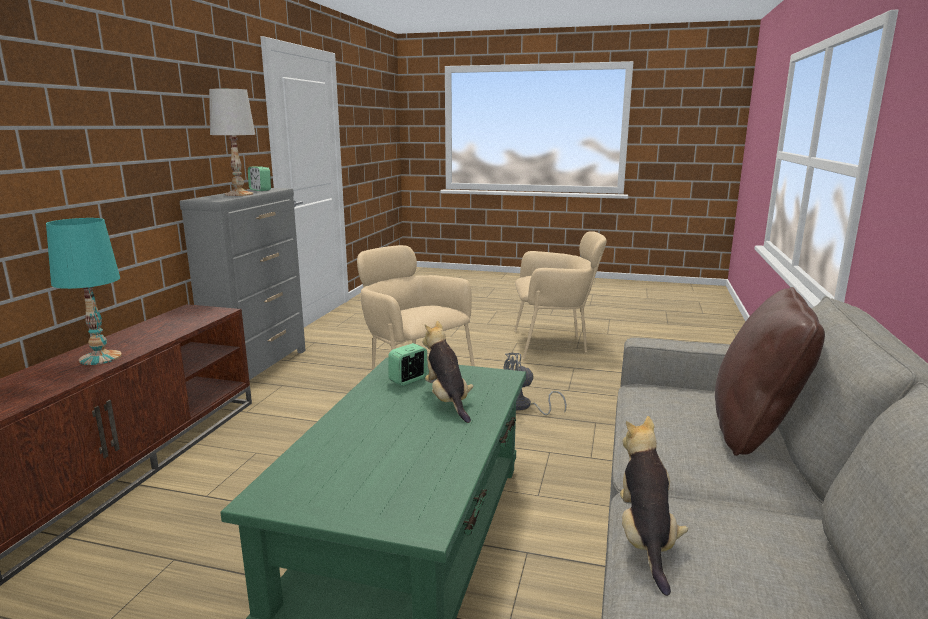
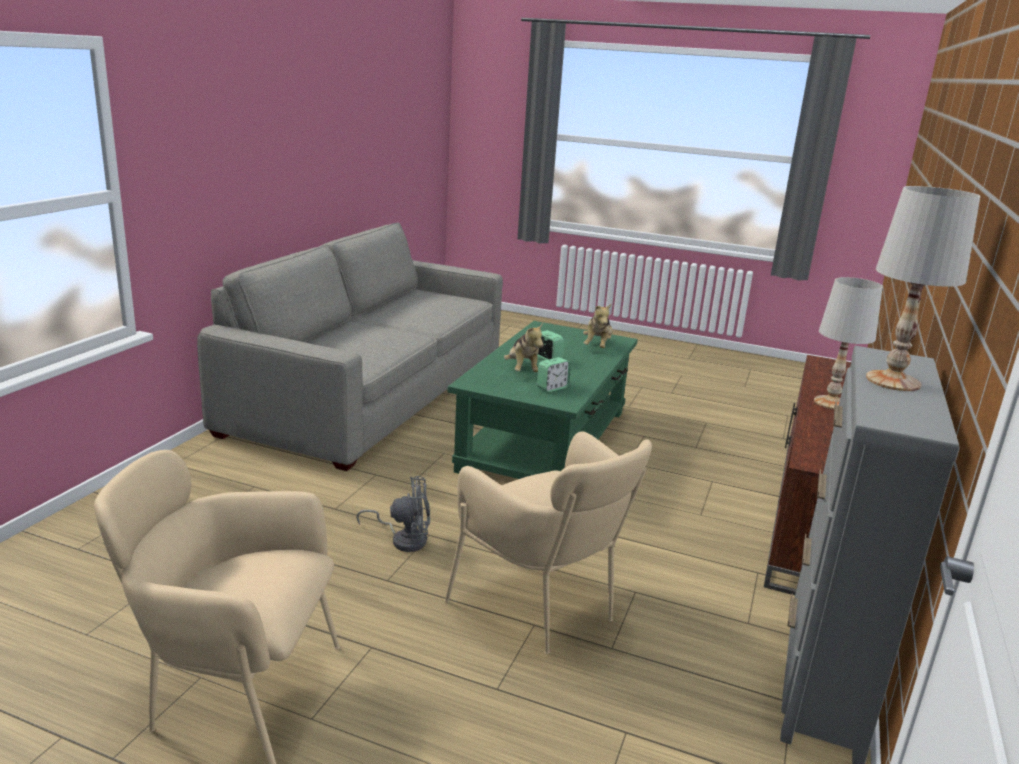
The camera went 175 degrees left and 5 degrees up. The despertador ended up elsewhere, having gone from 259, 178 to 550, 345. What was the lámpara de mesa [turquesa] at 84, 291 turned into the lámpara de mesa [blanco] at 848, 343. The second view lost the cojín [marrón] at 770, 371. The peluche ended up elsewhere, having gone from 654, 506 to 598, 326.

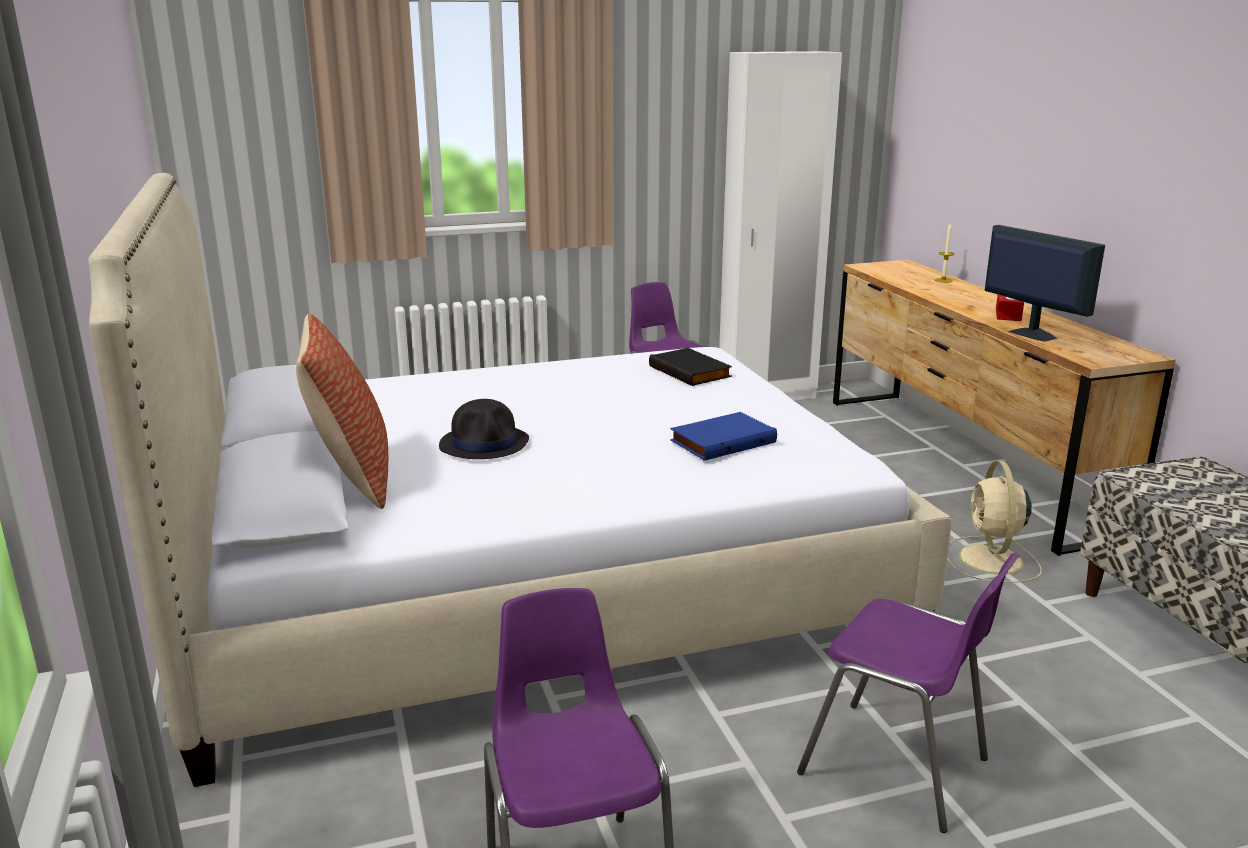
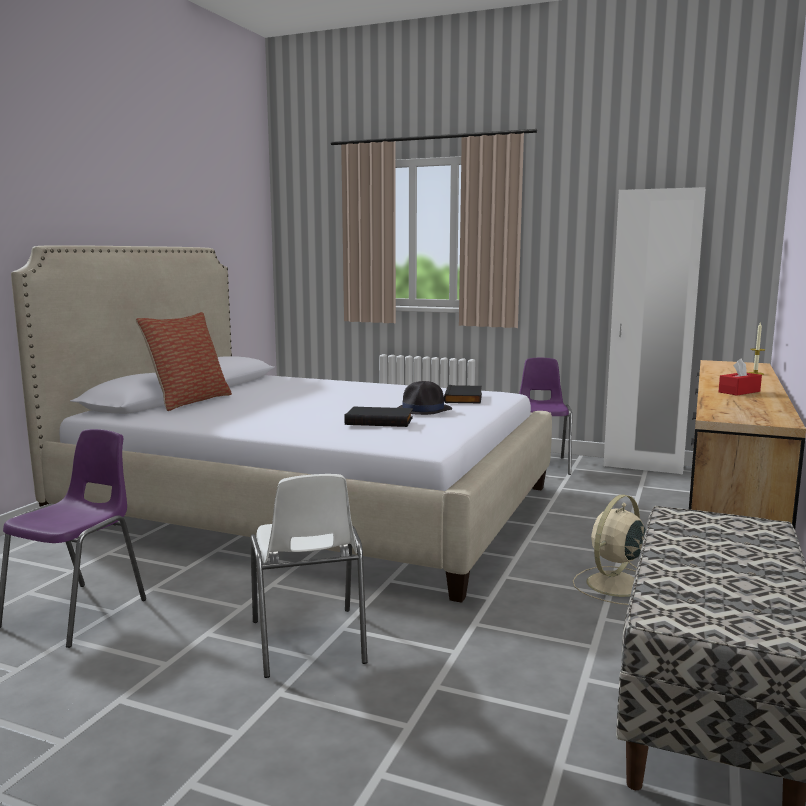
The camera went 40 degrees right and 10 degrees down. The second view lost the monitor at 1045, 283. The sombrero [negro] ended up elsewhere, having gone from 484, 429 to 424, 398. What was the libro [azul] at 723, 436 turned into the libro [negro] at 378, 416. What was the silla [morado] at 908, 693 turned into the silla [blanco] at 308, 576.

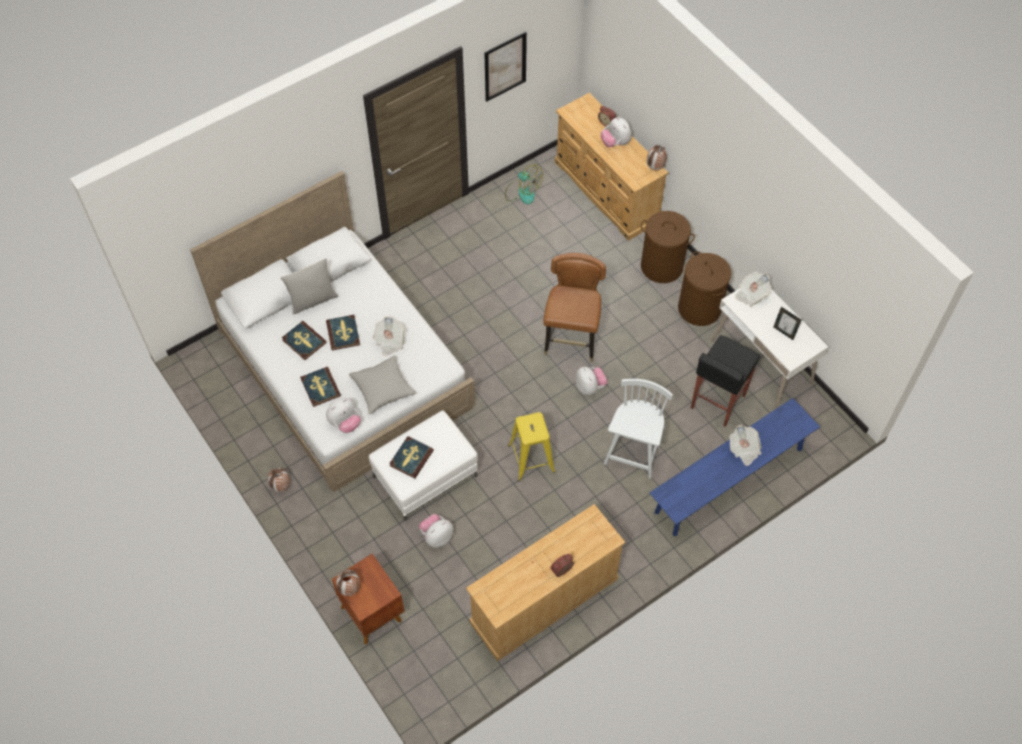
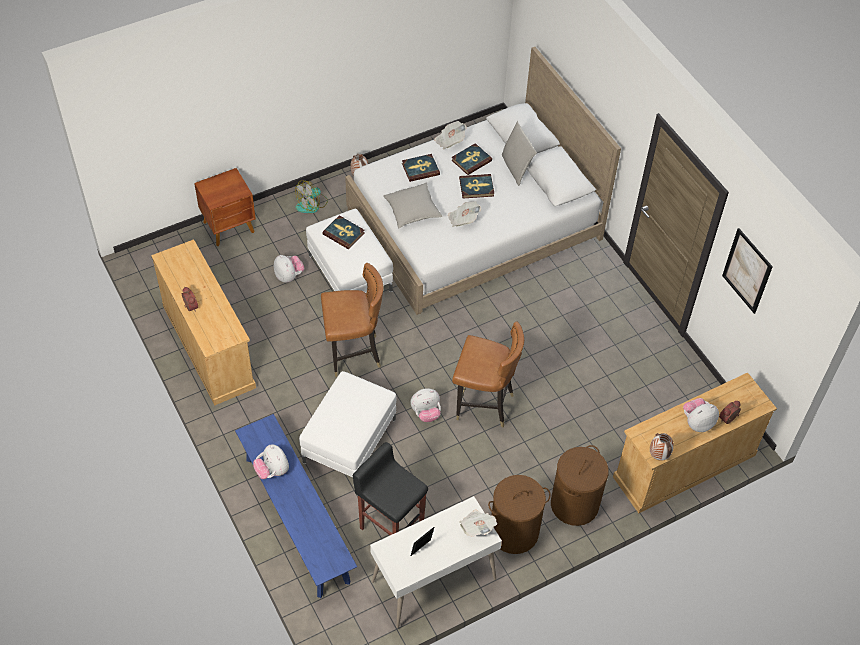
The camera went 95 degrees right and 5 degrees down. The ventilador ended up elsewhere, having gone from 524, 184 to 311, 196. Where the silla [blanco] stood at 638, 428, the puf [blanco] came to stand at 347, 428. The peluche ended up elsewhere, having gone from 343, 415 to 271, 461. Where the taburete [amarillo] stood at 531, 446, the silla [marrón] came to stand at 352, 320. The periódico ended up elsewhere, having gone from 745, 445 to 450, 135. The second view lost the florero at 348, 582.

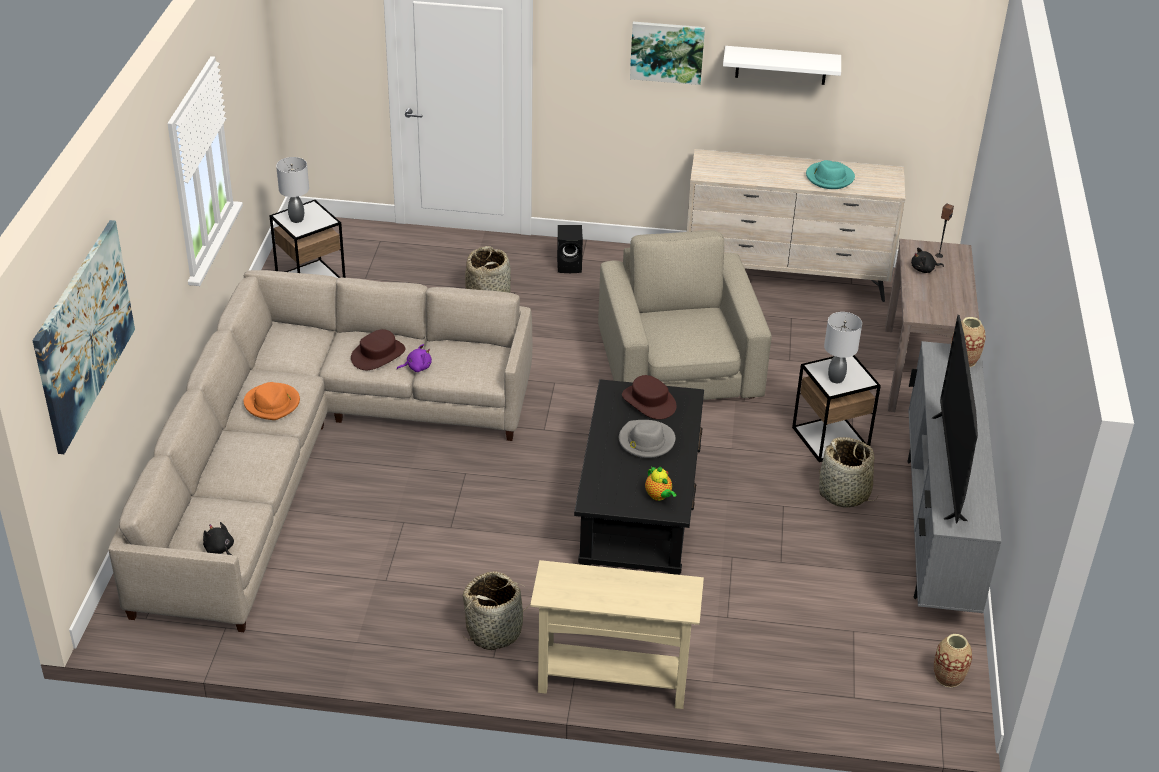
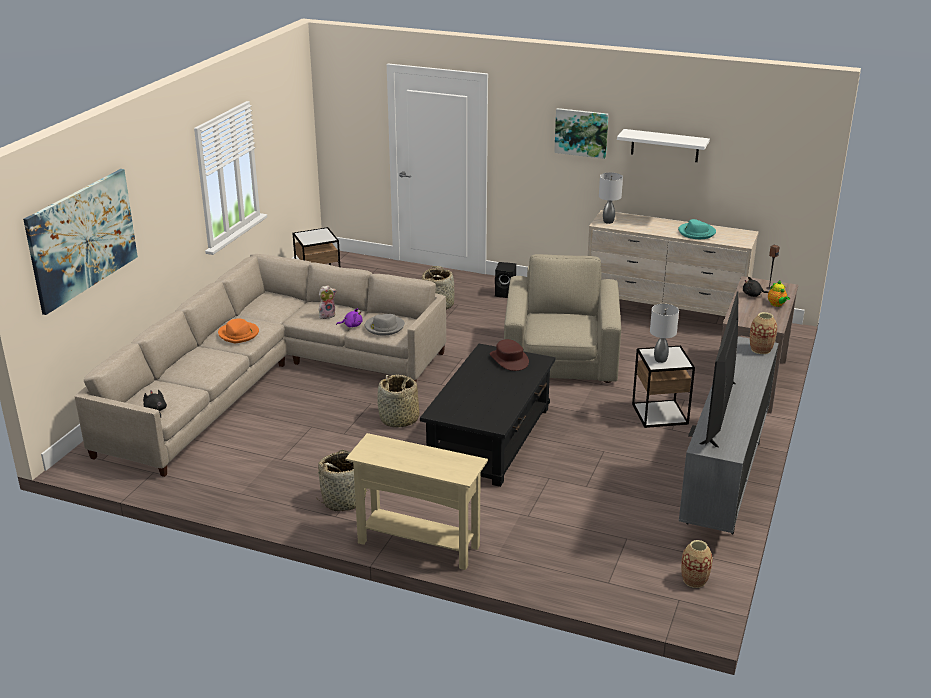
The camera went 15 degrees right and 10 degrees down. The lámpara de mesa [gris] ended up elsewhere, having gone from 292, 190 to 611, 198. Where the sombrero [marrón] stood at 378, 349, the peluche came to stand at 328, 302. The sombrero [gris] ended up elsewhere, having gone from 647, 439 to 385, 324. The cesta ended up elsewhere, having gone from 848, 472 to 398, 401. The tetera ended up elsewhere, having gone from 661, 484 to 779, 293.

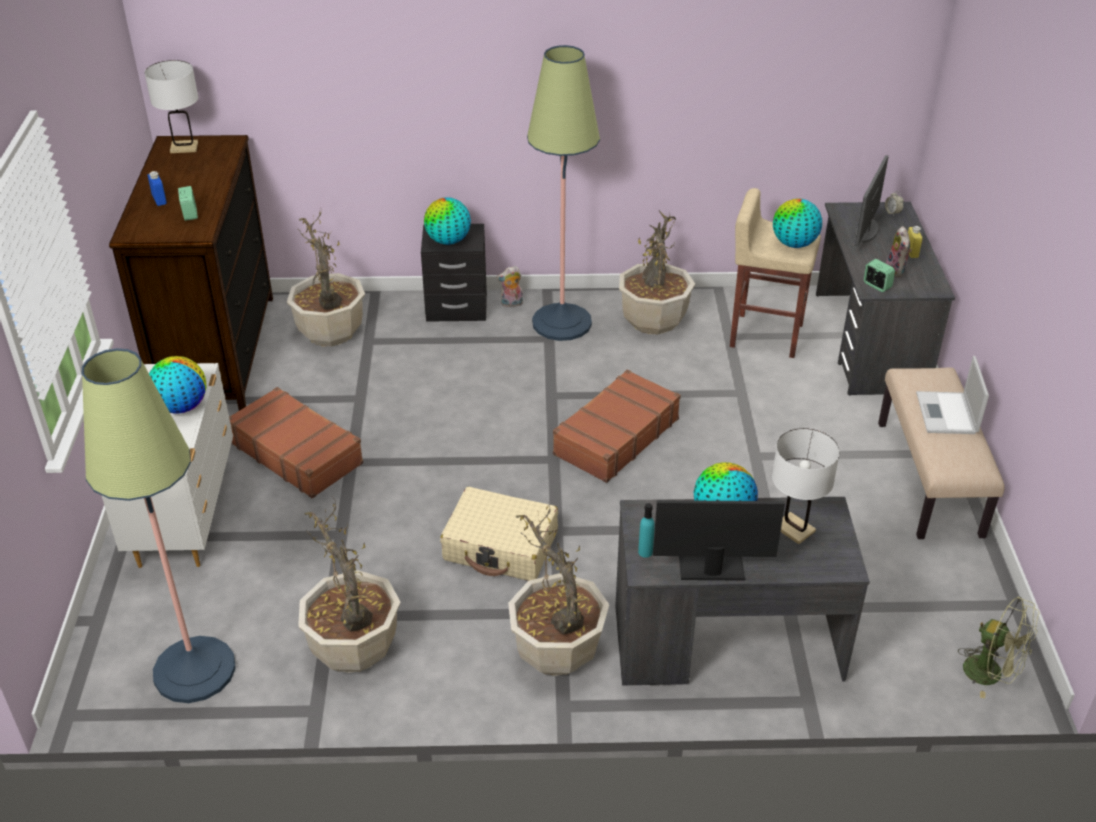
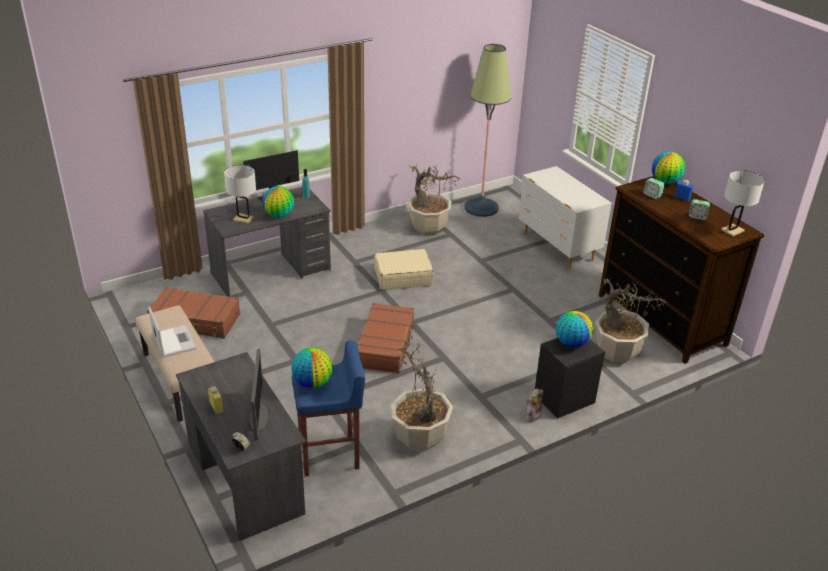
The camera went 150 degrees right and 5 degrees down. The second view lost the lámpara de pie at 563, 193. What was the taburete [beis] at 775, 273 turned into the taburete [azul] at 328, 408. The second view lost the peluche at 899, 251. The despertador ended up elsewhere, having gone from 879, 275 to 699, 209. The globo terráqueo ended up elsewhere, having gone from 178, 385 to 668, 167. The maleta [marrón] ended up elsewhere, having gone from 296, 442 to 193, 313. The second view lost the planta en maceta at 559, 588. The second view lost the ventilador [verde] at 999, 647.

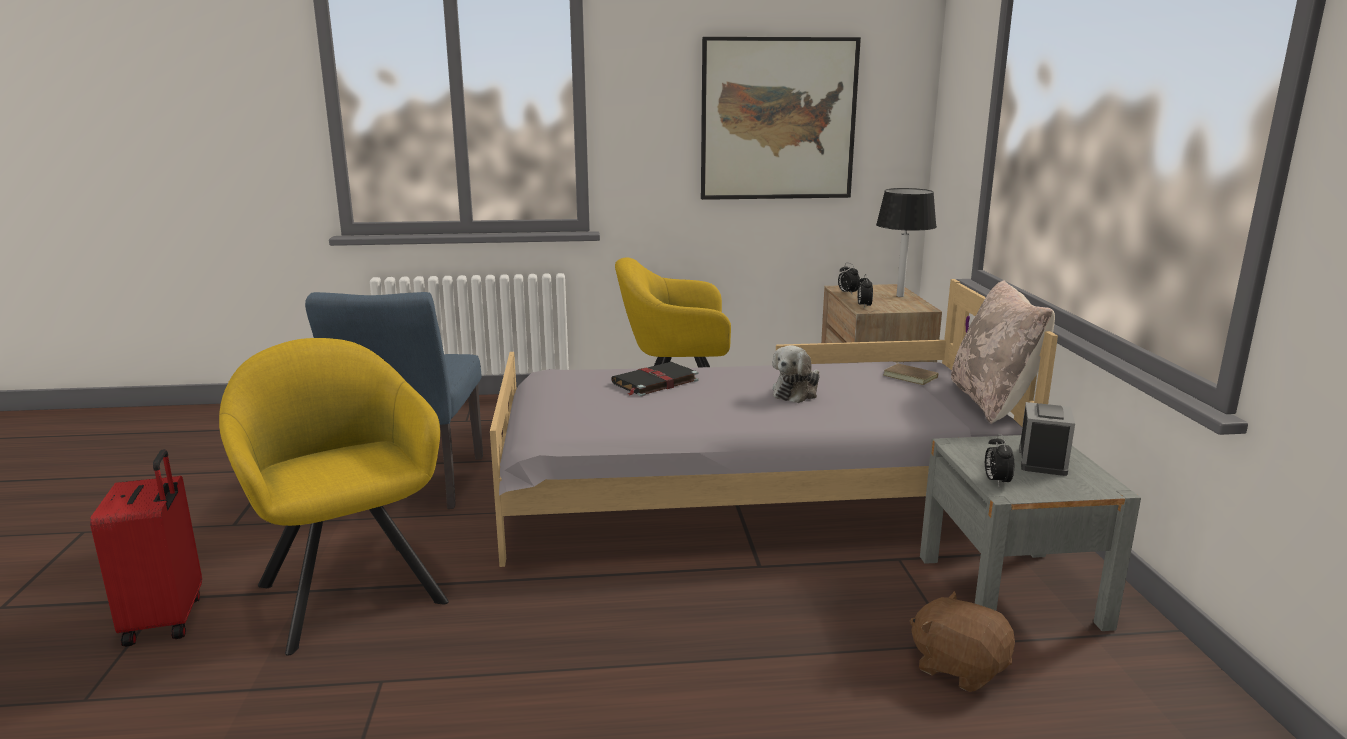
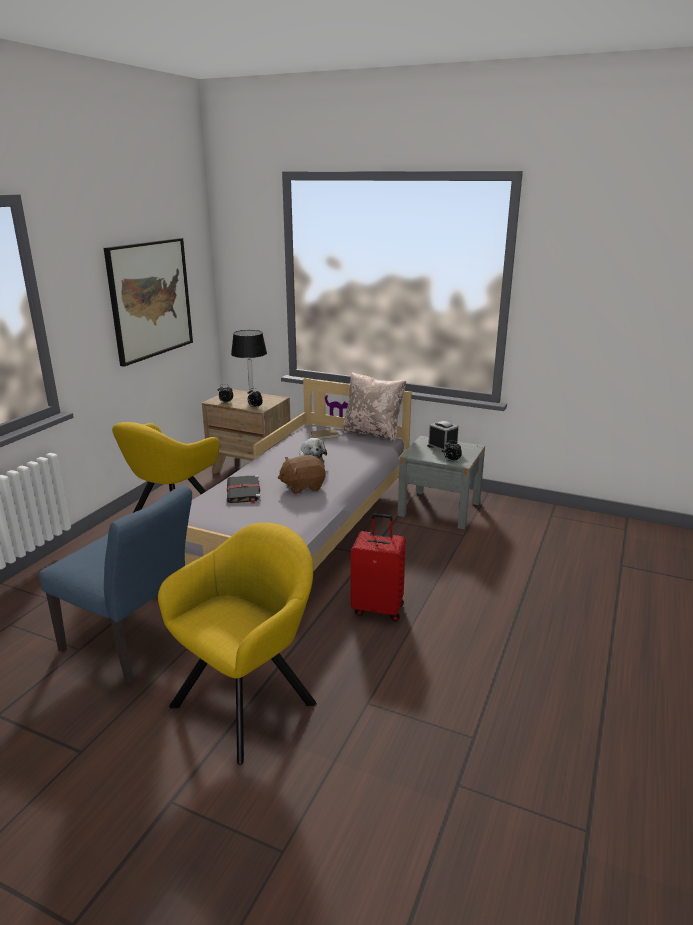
The camera went 60 degrees left and 5 degrees up. The sillón [amarillo] at 334, 497 ended up facing another way, 135 degrees clockwise from before. The maleta [rojo] ended up elsewhere, having gone from 146, 548 to 378, 567. The peluche [marrón] ended up elsewhere, having gone from 962, 641 to 302, 474.

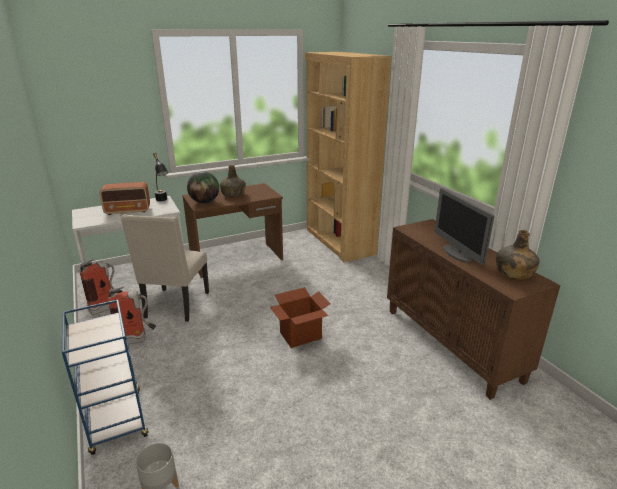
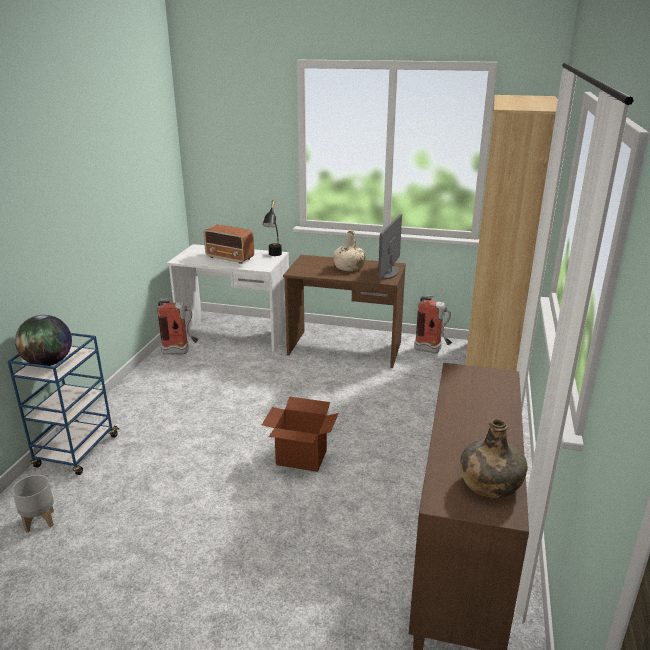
The camera went 40 degrees right and 0 degrees up. What was the botella [verde] at 233, 181 turned into the botella [beis] at 349, 251. The globo terráqueo ended up elsewhere, having gone from 203, 187 to 43, 340. The monitor ended up elsewhere, having gone from 464, 226 to 390, 246. The second view lost the silla [beis] at 165, 268. The extintor ended up elsewhere, having gone from 132, 315 to 433, 324.

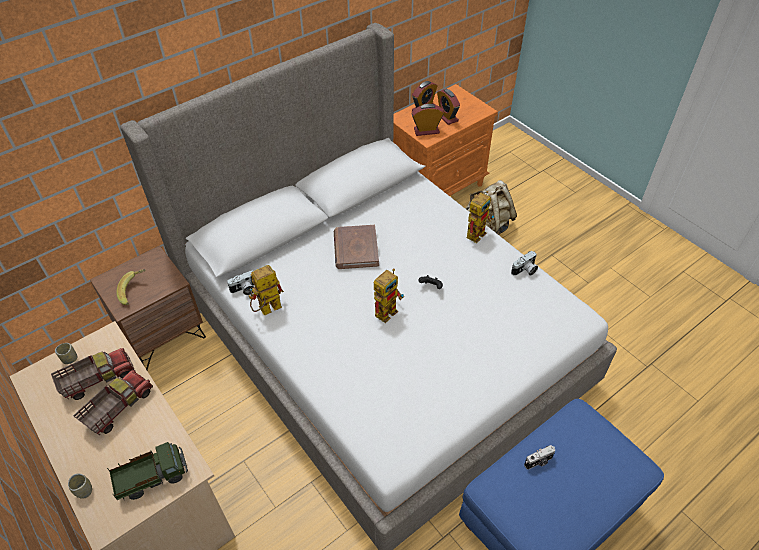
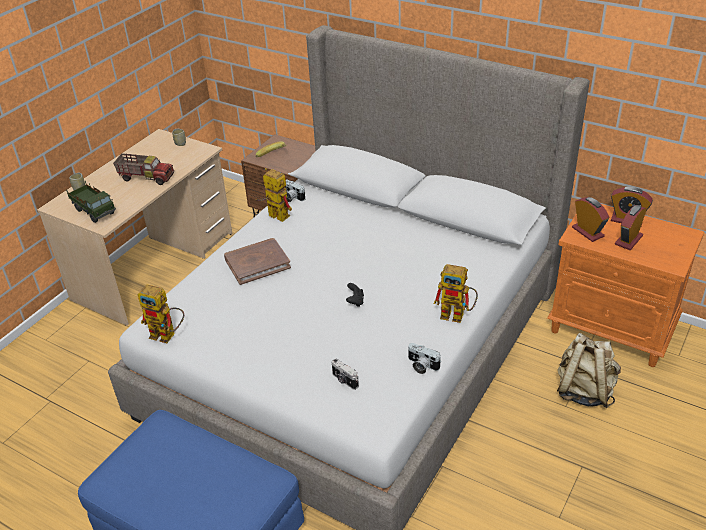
The camera went 70 degrees right and 10 degrees down. The libro [marrón] ended up elsewhere, having gone from 356, 247 to 257, 261. The robot de juguete ended up elsewhere, having gone from 389, 296 to 161, 313. The second view lost the camión de juguete at 92, 374. The cámara ended up elsewhere, having gone from 539, 457 to 345, 374.

